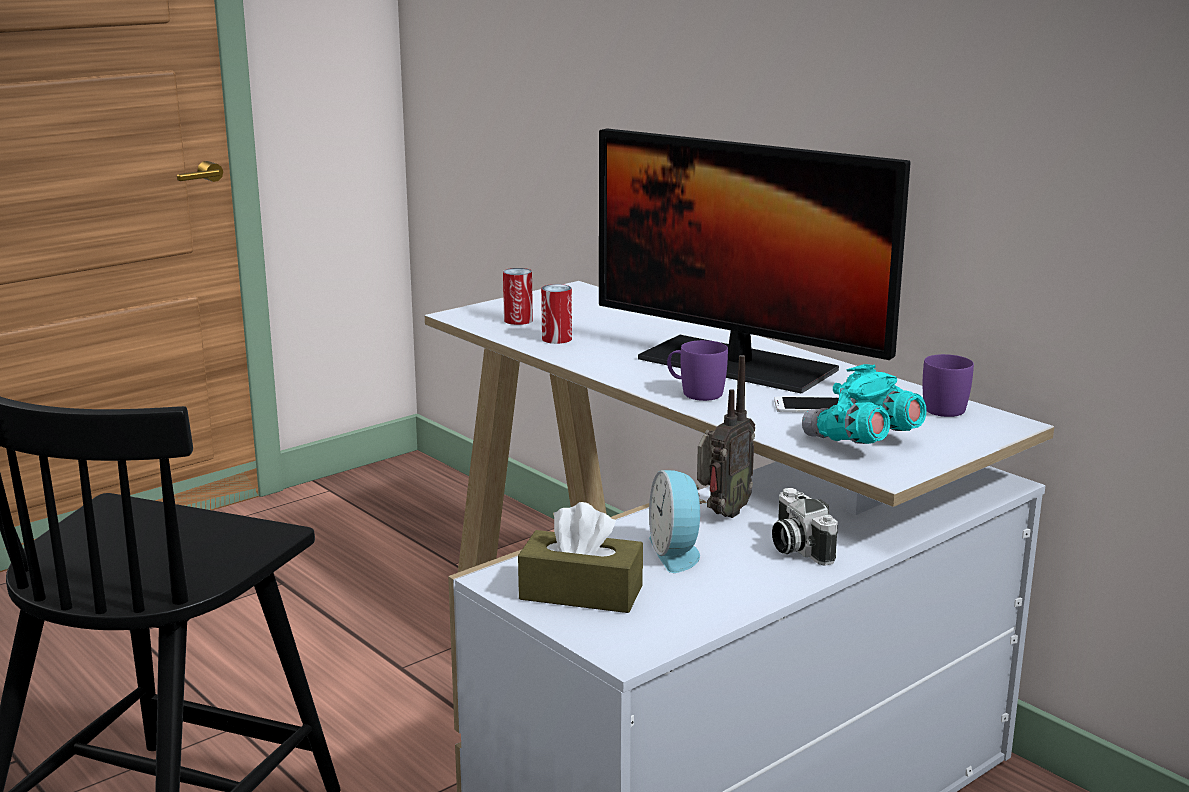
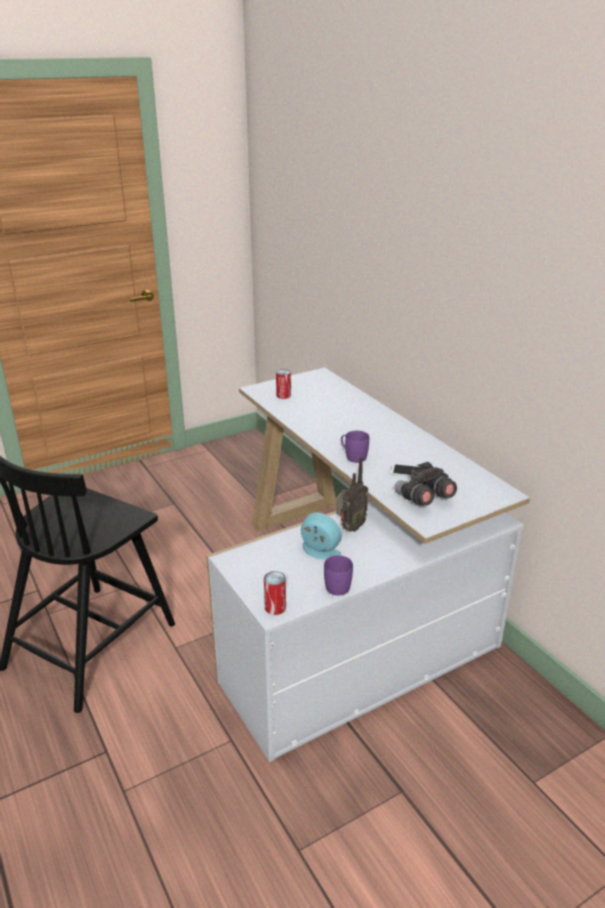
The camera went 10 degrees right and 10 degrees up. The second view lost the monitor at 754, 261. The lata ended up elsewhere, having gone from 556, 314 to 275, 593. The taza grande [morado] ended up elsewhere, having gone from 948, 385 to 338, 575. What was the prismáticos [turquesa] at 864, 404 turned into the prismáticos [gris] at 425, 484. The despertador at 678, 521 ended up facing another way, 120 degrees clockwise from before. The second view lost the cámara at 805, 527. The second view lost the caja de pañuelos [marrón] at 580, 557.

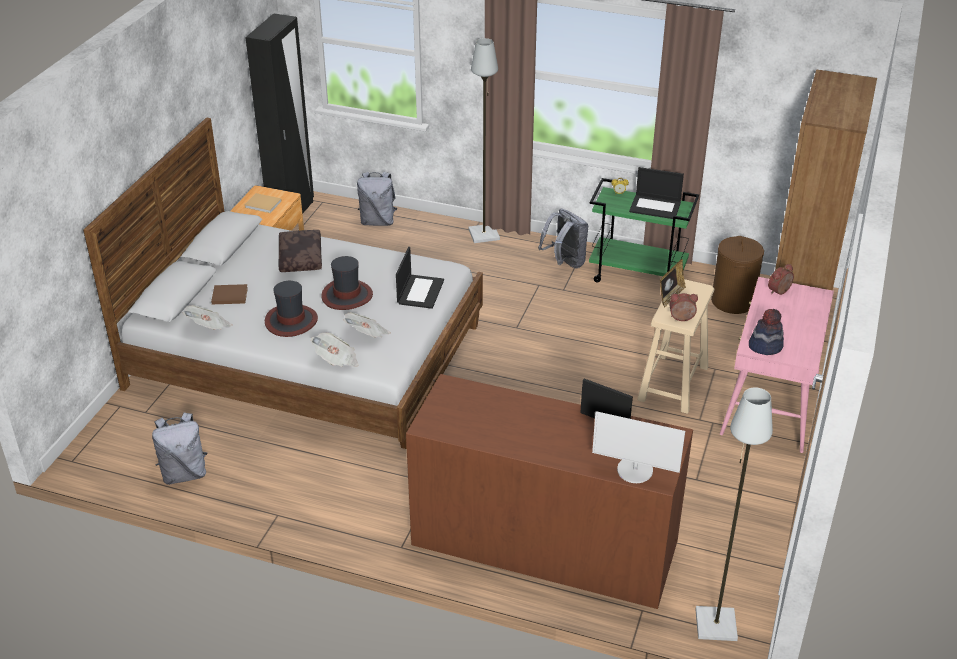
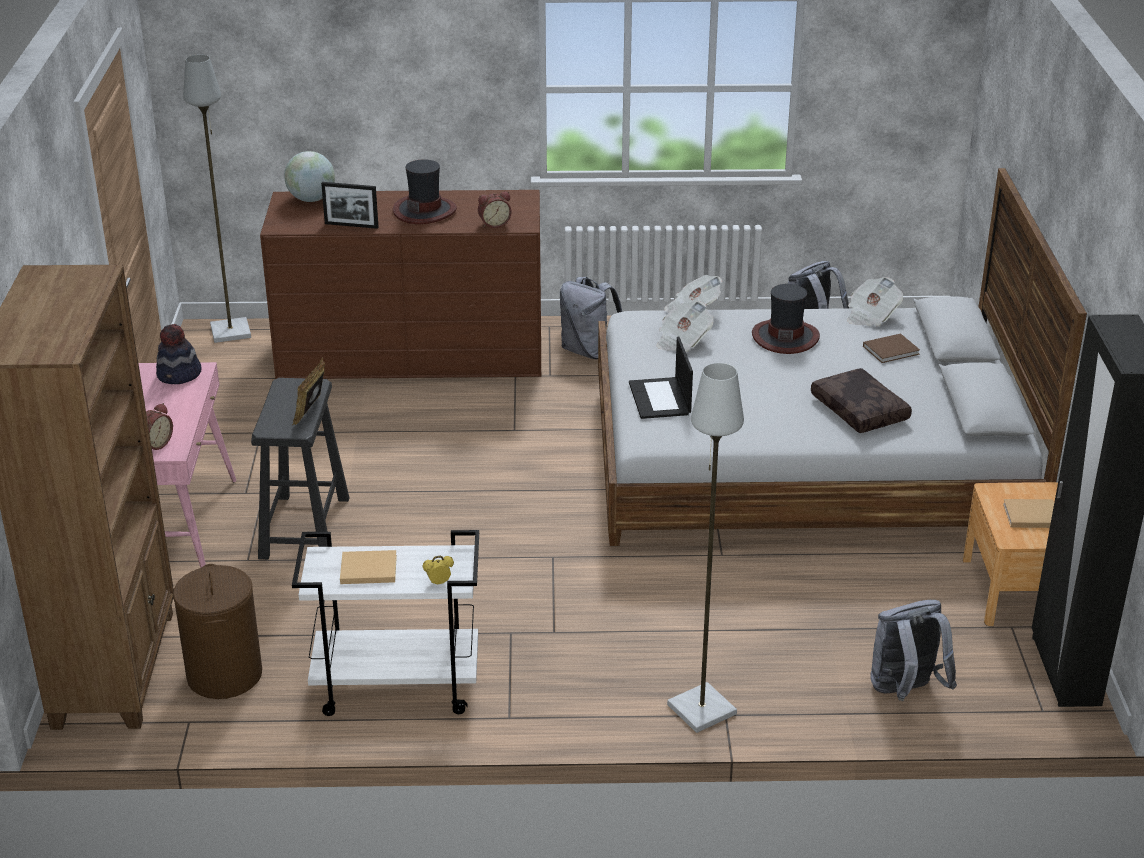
The camera went 160 degrees right and 5 degrees down. Where the portátil stood at 656, 193, the libro [beis] came to stand at 368, 567. What was the carrito [verde] at 644, 230 turned into the carrito [blanco] at 385, 623. The mochila [gris] ended up elsewhere, having gone from 563, 238 to 591, 318. The sombrero ended up elsewhere, having gone from 347, 283 to 425, 191. What was the taburete [beis] at 675, 346 turned into the taburete [negro] at 300, 469. The despertador ended up elsewhere, having gone from 683, 307 to 494, 210. Where the monitor stood at 638, 447, the globo terráqueo came to stand at 309, 176.

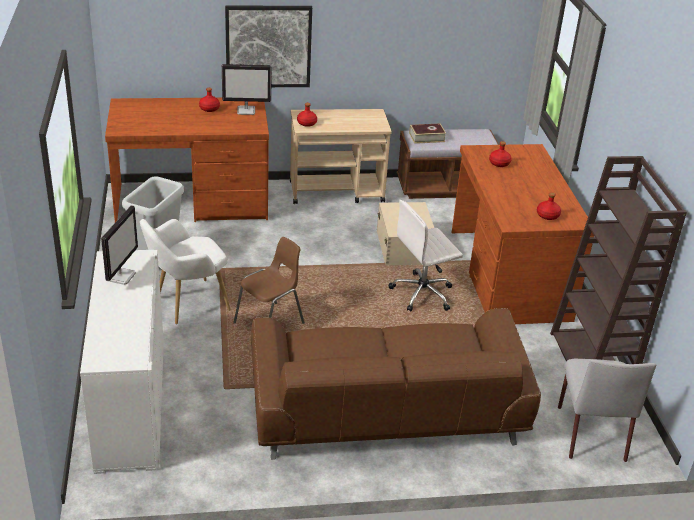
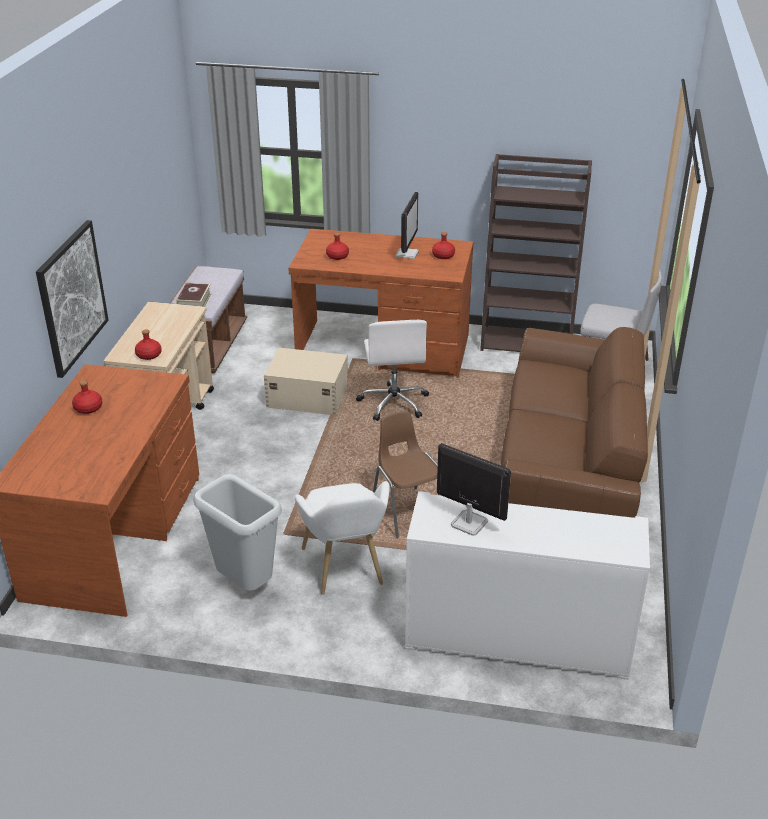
The camera went 70 degrees left and 0 degrees up. The monitor ended up elsewhere, having gone from 247, 89 to 407, 225.

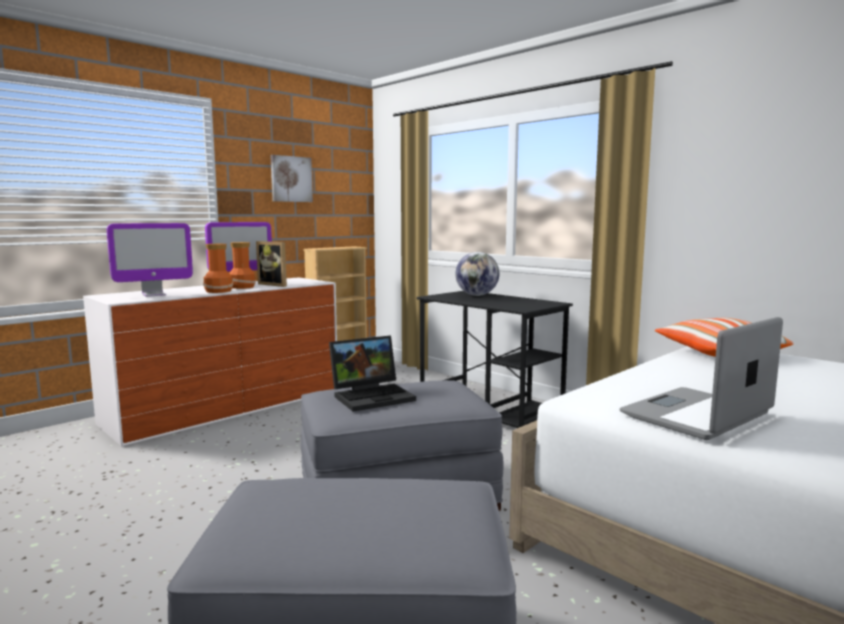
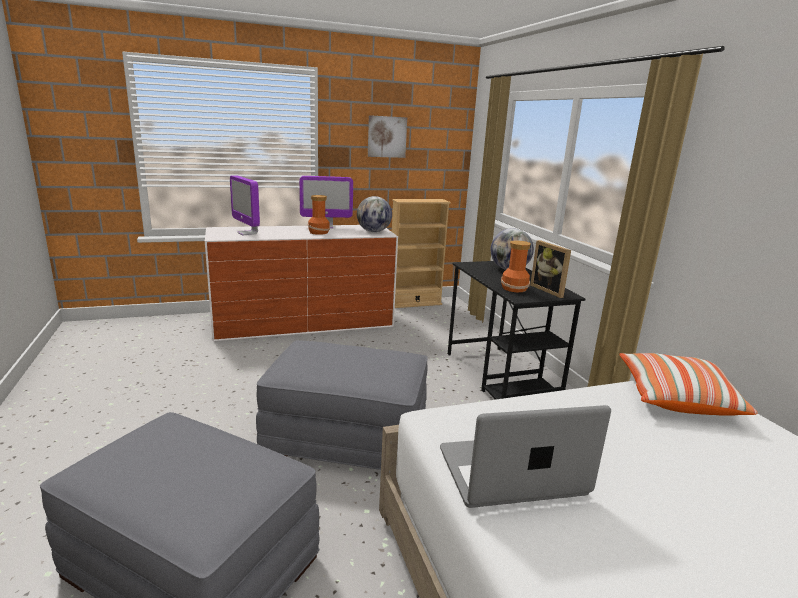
The camera went 25 degrees right and 10 degrees up. The monitor at 150, 260 ended up facing another way, 60 degrees clockwise from before. The portarretratos ended up elsewhere, having gone from 271, 264 to 550, 269. The florero ended up elsewhere, having gone from 218, 268 to 516, 266. The second view lost the portátil at 372, 373. The second view gained the globo terráqueo at 374, 214.

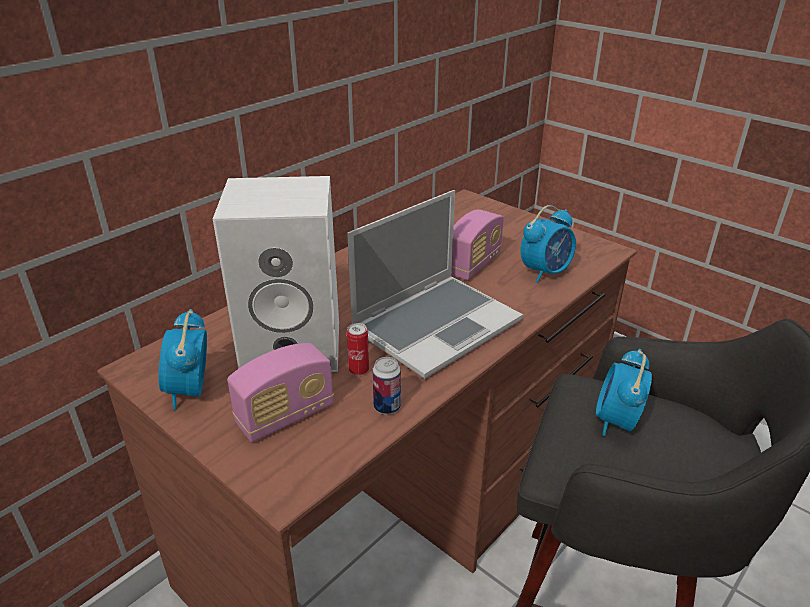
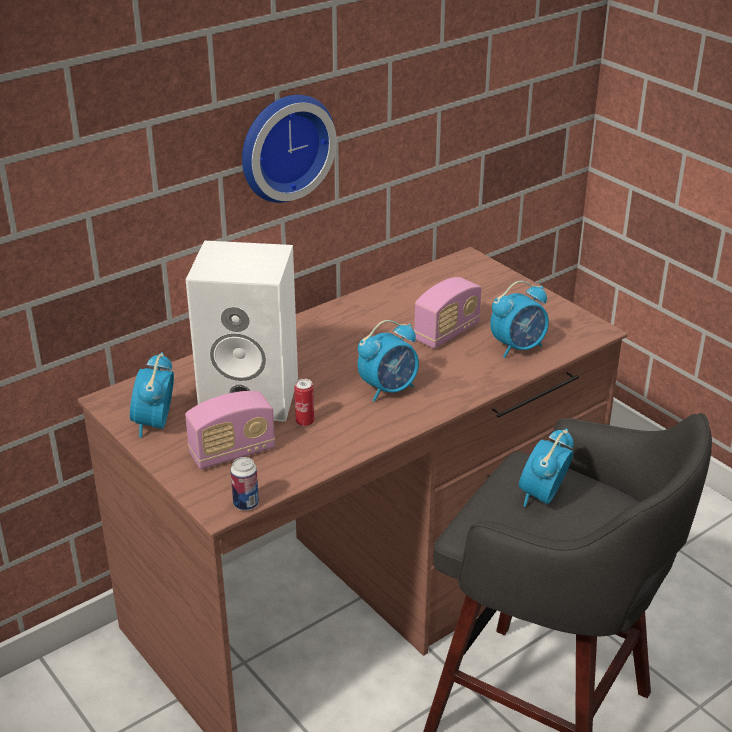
The camera went 10 degrees right and 0 degrees up. Where the portátil stood at 435, 284, the despertador came to stand at 388, 361. The lata ended up elsewhere, having gone from 387, 385 to 245, 484. The second view gained the reloj de pared at 289, 149.

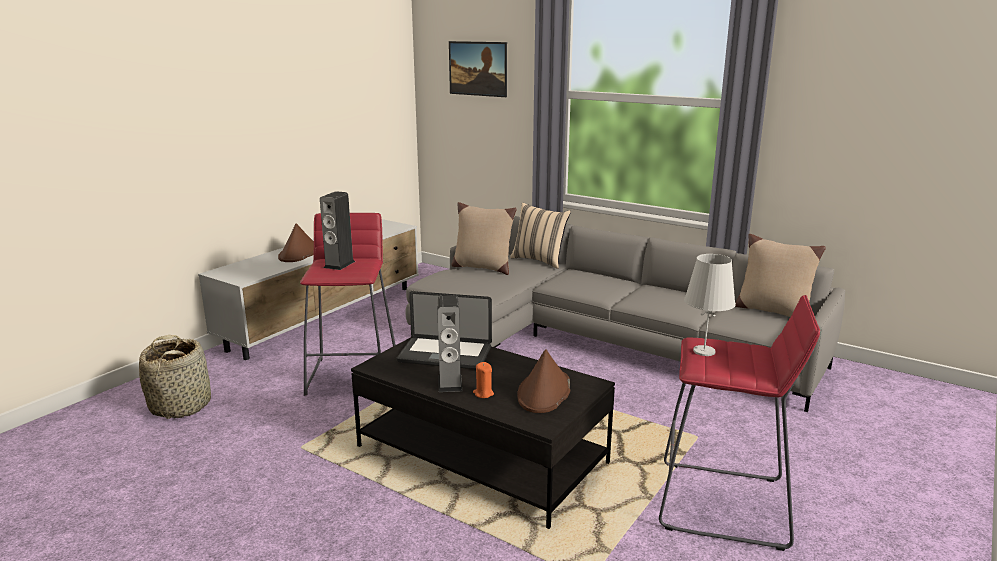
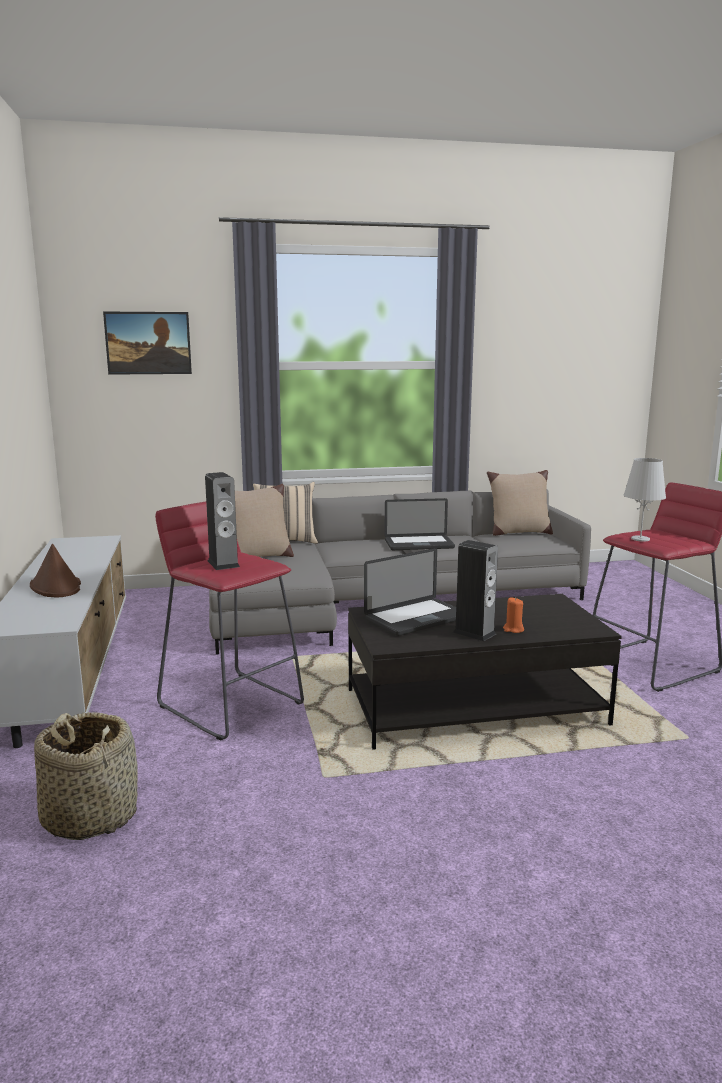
The camera went 45 degrees left and 5 degrees down. The second view lost the sombrero [marrón] at 544, 381. The second view gained the portátil at 419, 524.

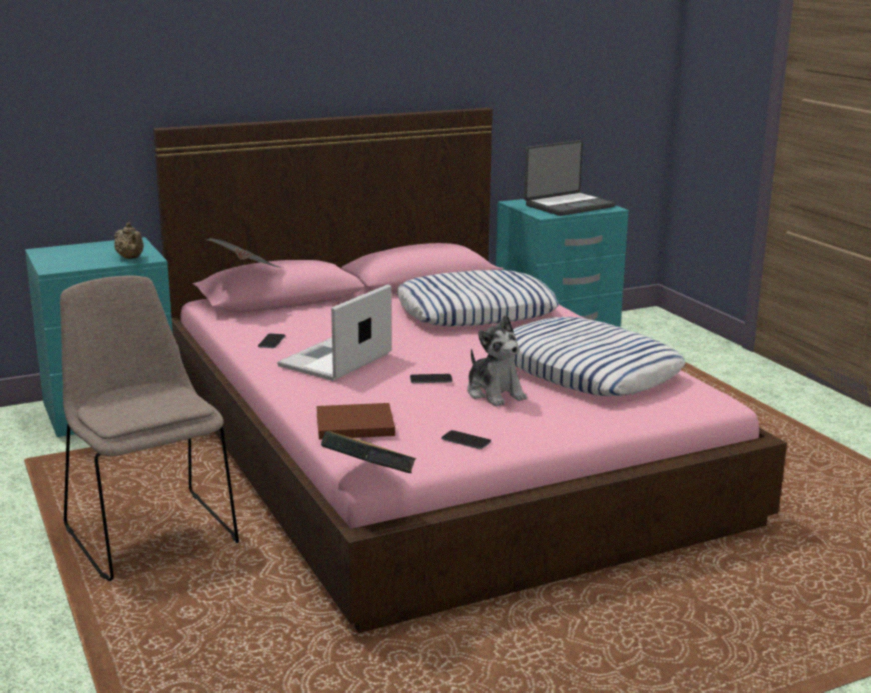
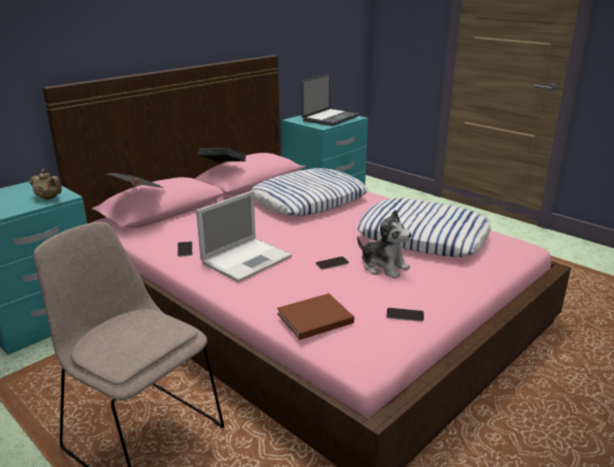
The camera went 20 degrees left and 5 degrees up. The portátil at 334, 332 ended up facing another way, 150 degrees counterclockwise from before. The libro ended up elsewhere, having gone from 368, 452 to 223, 155.

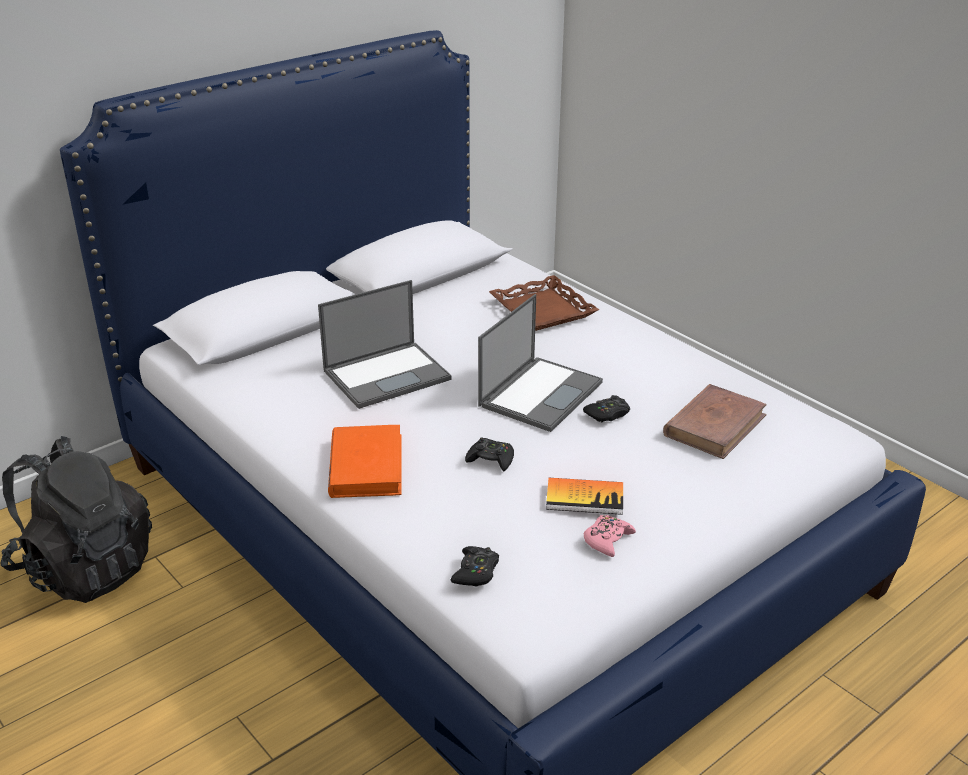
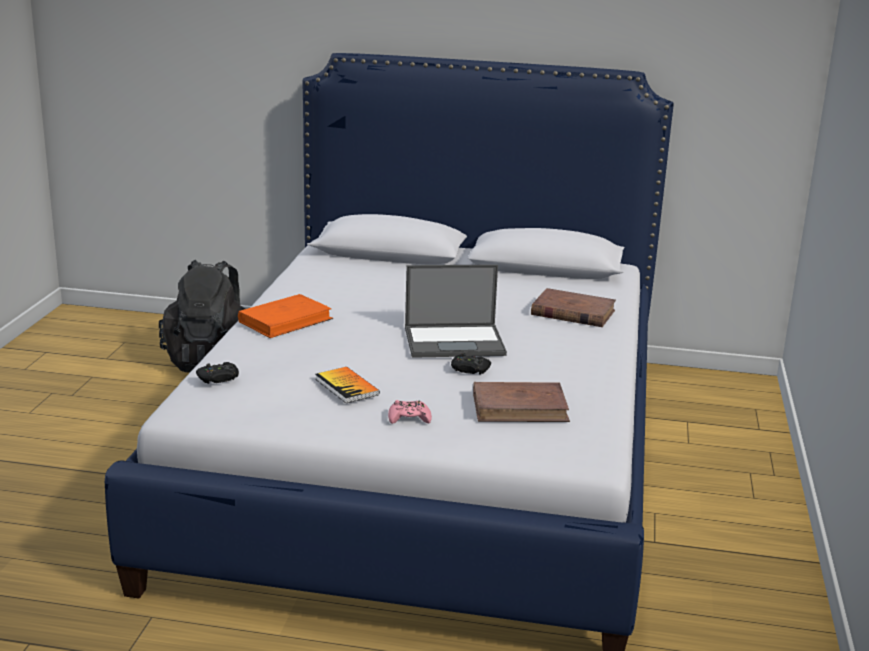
The camera went 50 degrees right and 10 degrees down. Where the bandeja [marrón] stood at 544, 303, the libro [marrón] came to stand at 573, 307. The second view lost the portátil at 385, 344. The second view lost the mando de consola [negro] at 489, 454. The mando de consola [rosa] ended up elsewhere, having gone from 610, 536 to 410, 412.

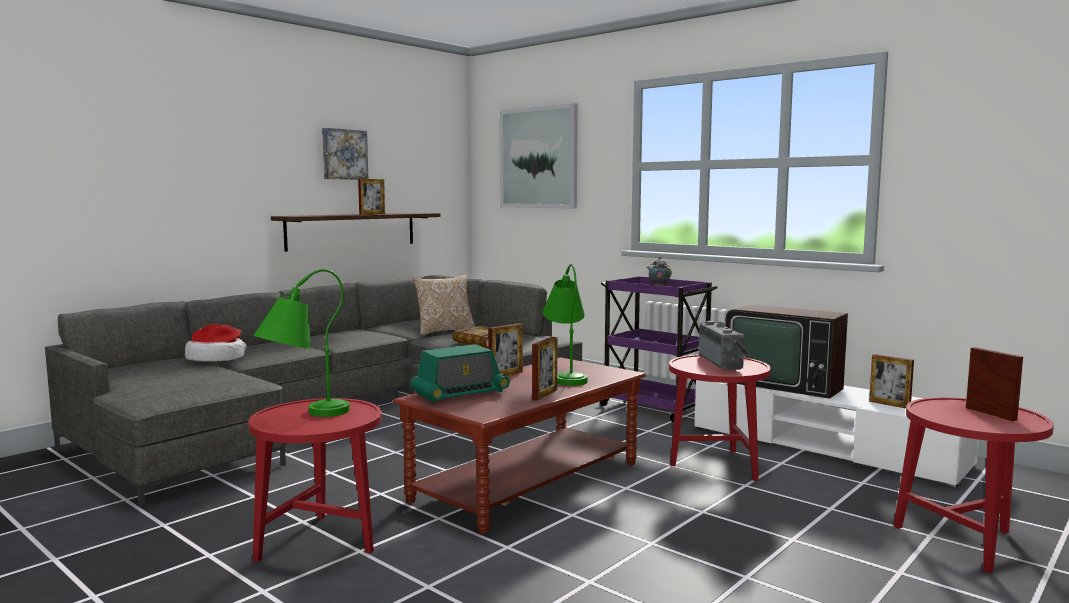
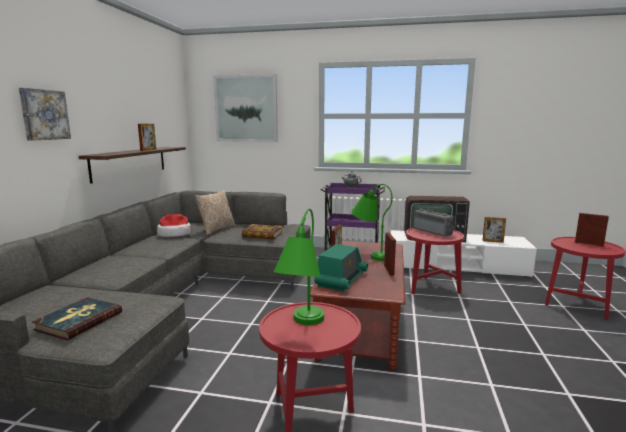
The camera went 30 degrees left and 5 degrees up. The cuadro ended up elsewhere, having gone from 345, 154 to 45, 114. The sombrero ended up elsewhere, having gone from 216, 343 to 174, 225. The second view gained the libro at 77, 318.

